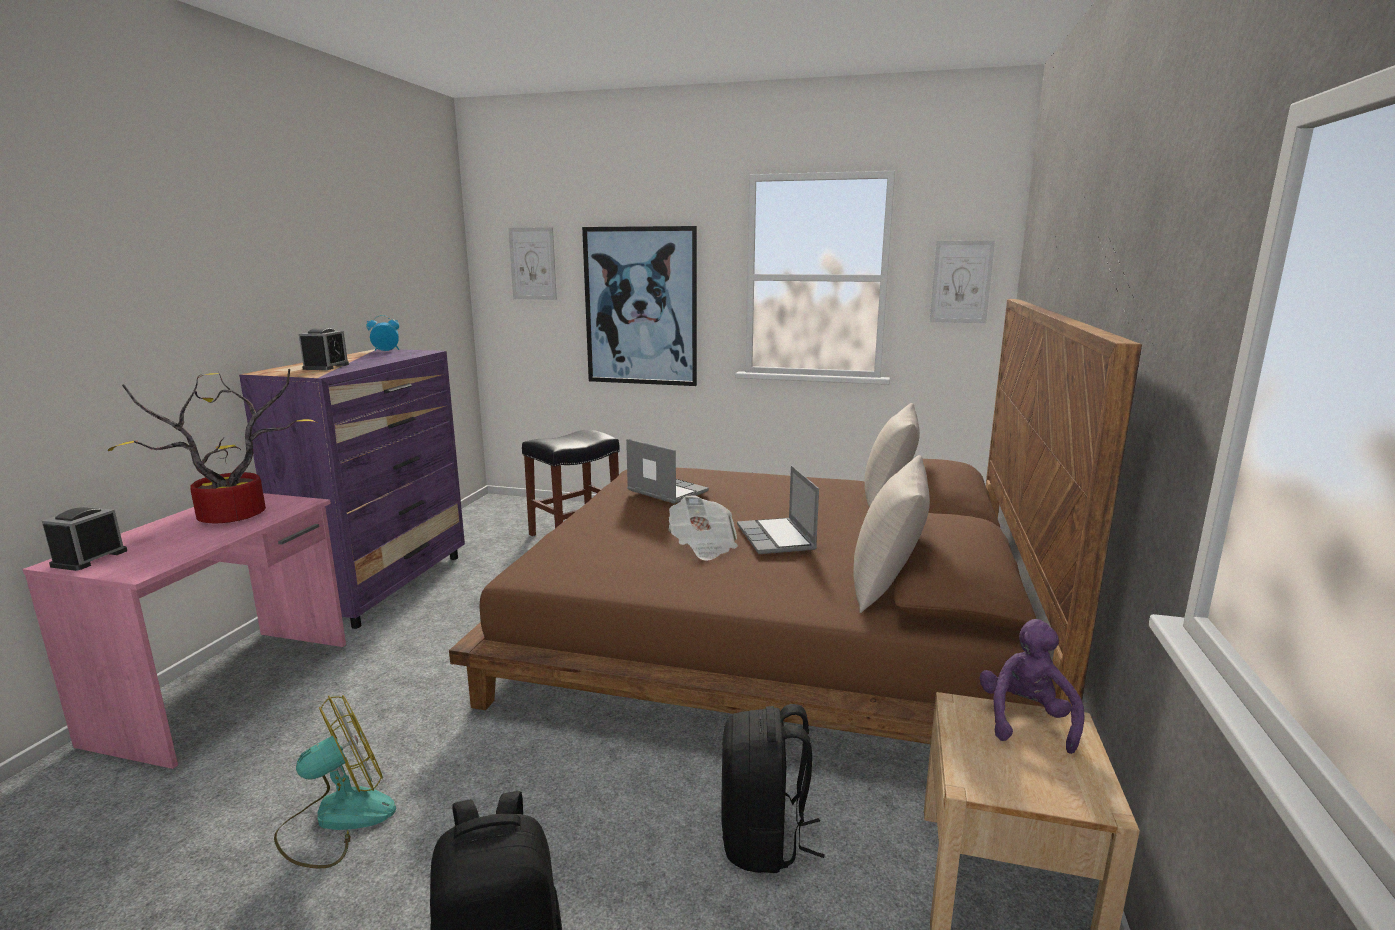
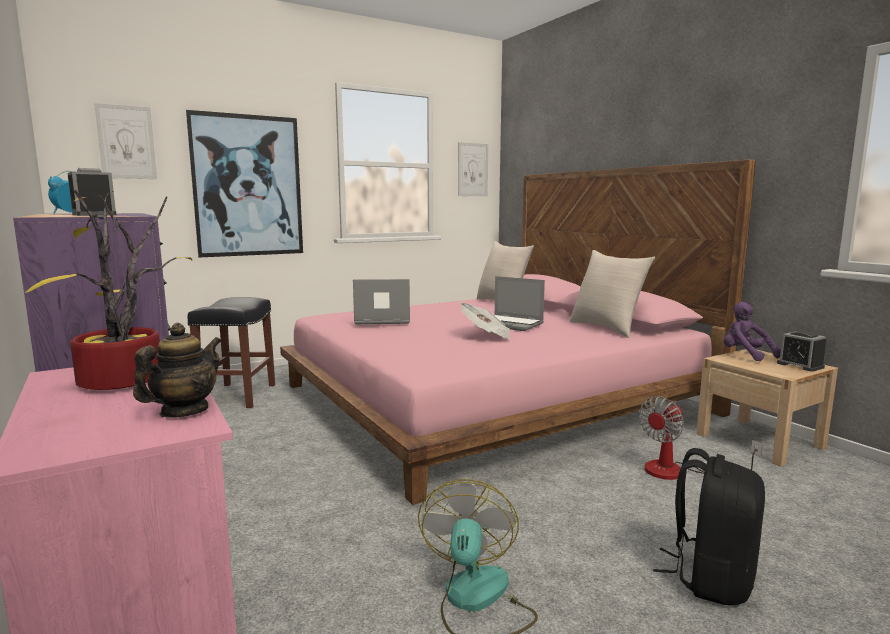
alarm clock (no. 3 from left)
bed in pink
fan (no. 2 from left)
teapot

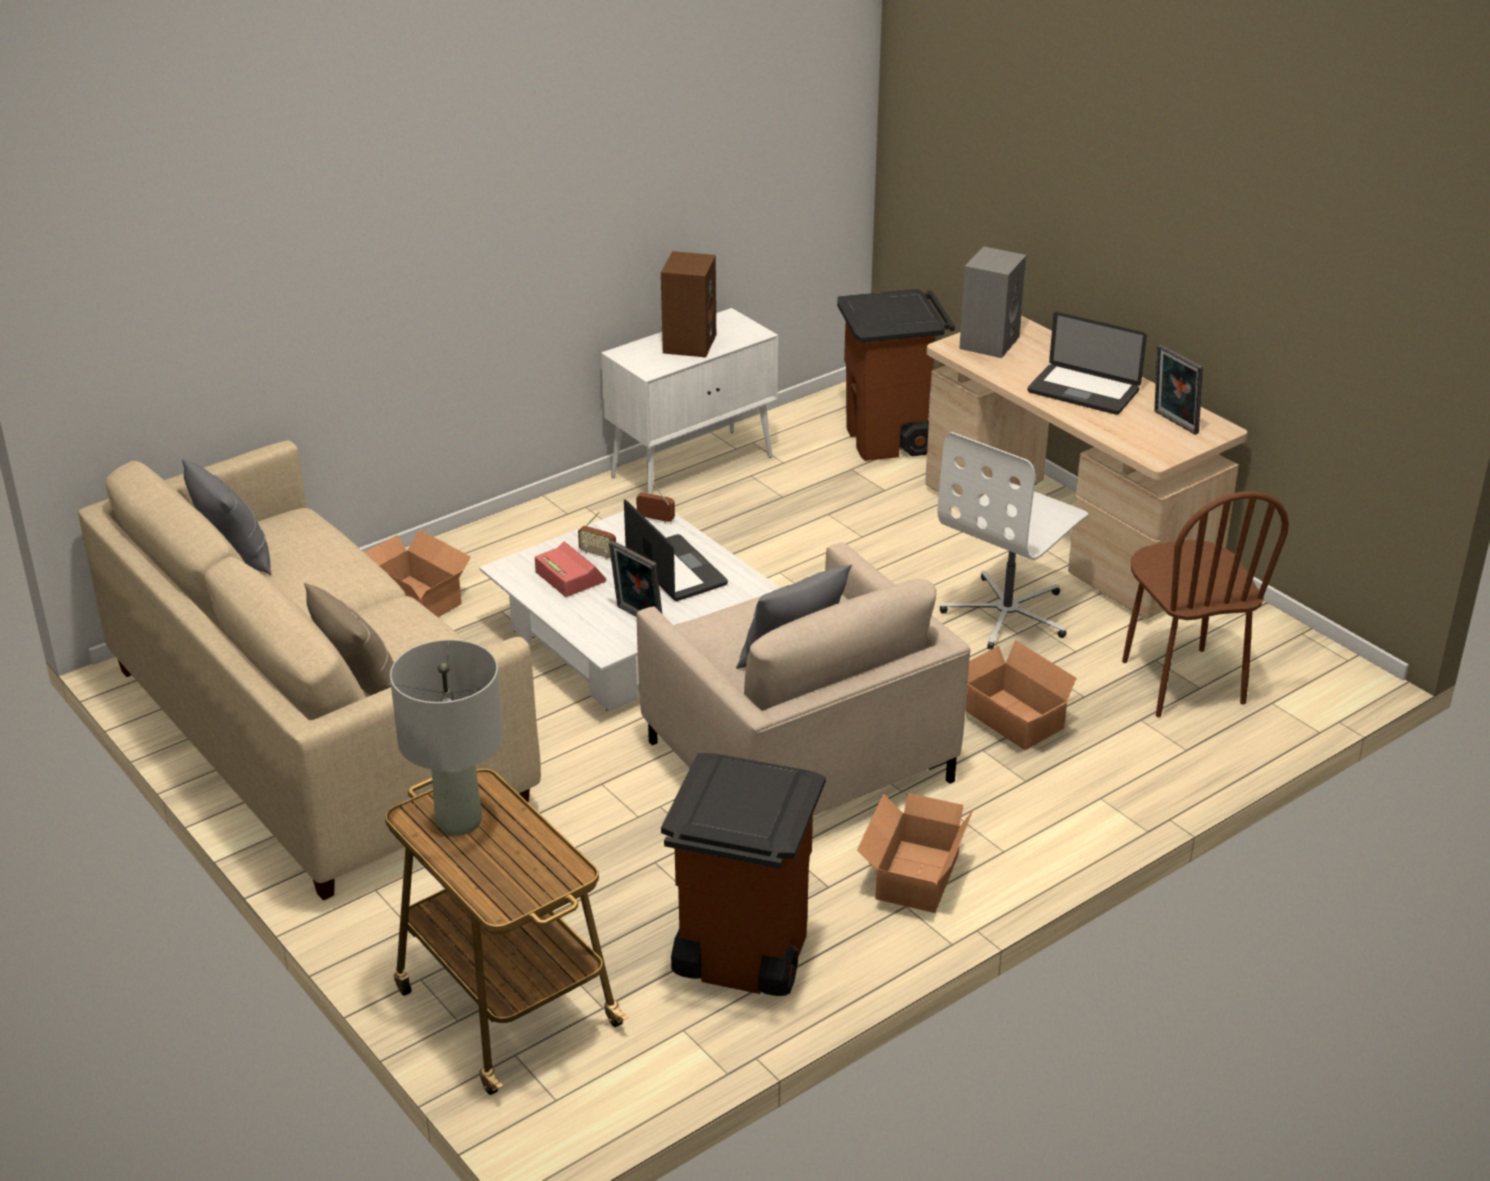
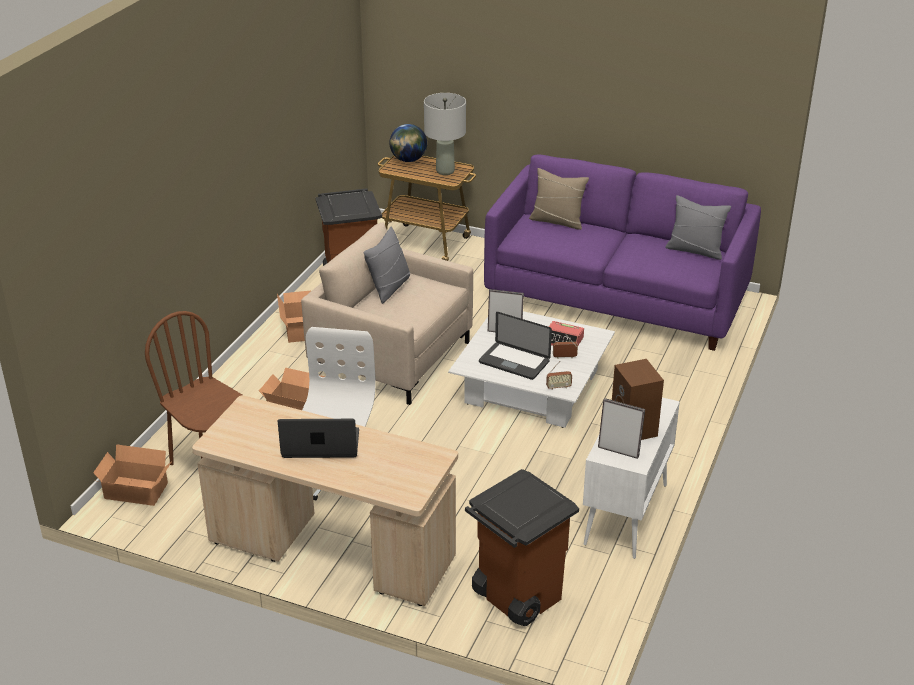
sofa in purple
cardboard box (no. 1 from left)
speaker in grey
picture frame (no. 2 from left)
globe

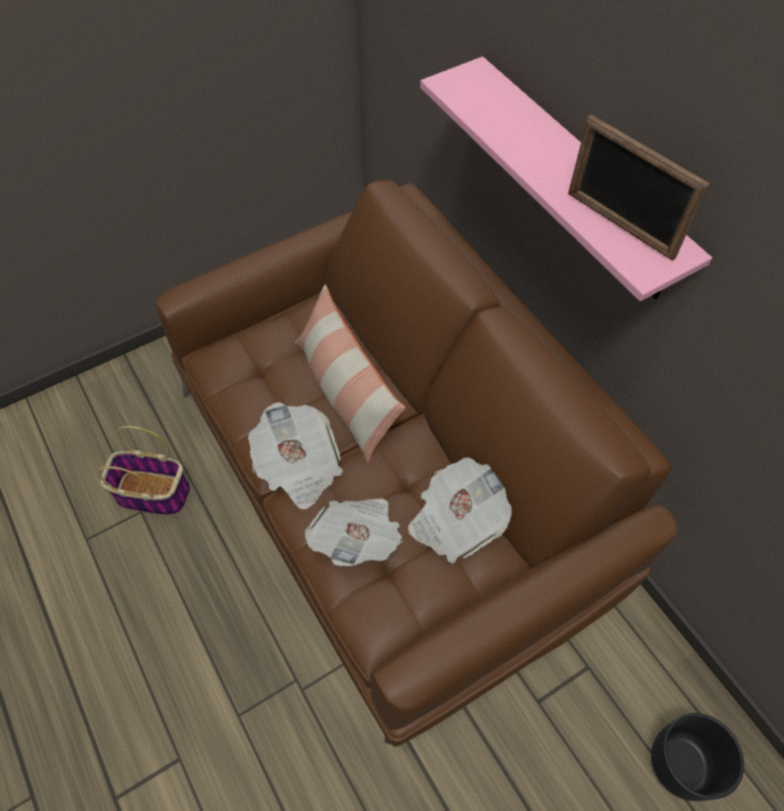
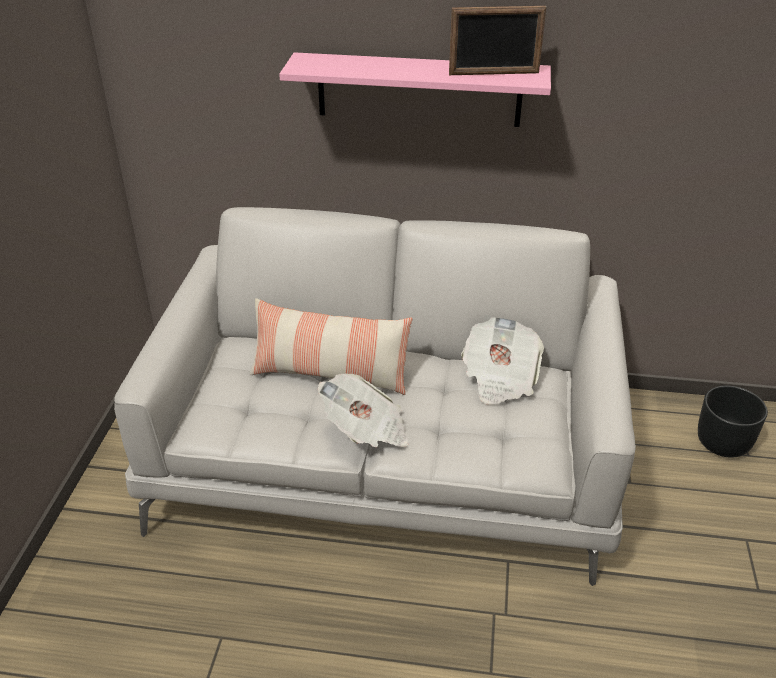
basket
sofa in grey
newspaper (no. 2 from left in the first image)

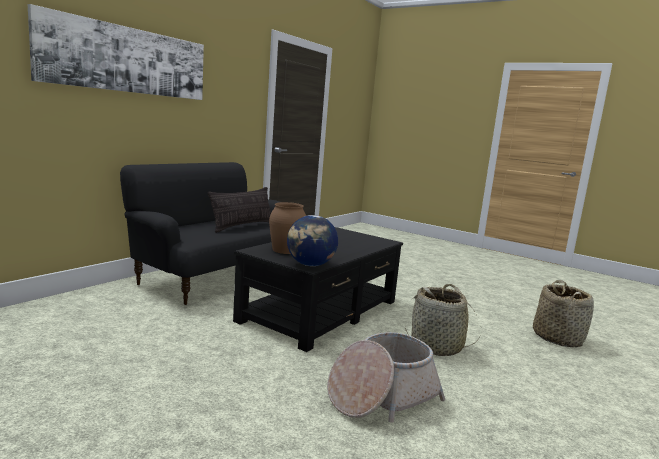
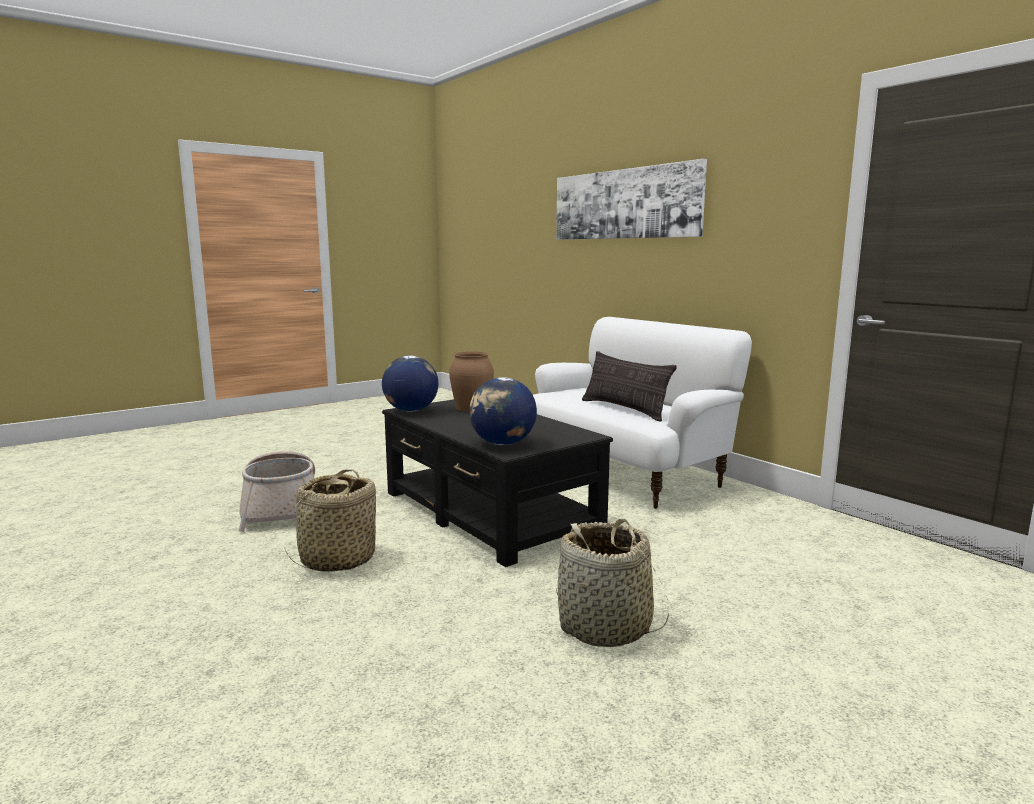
sofa in white
basket (no. 3 from left)
globe (no. 2 from left)

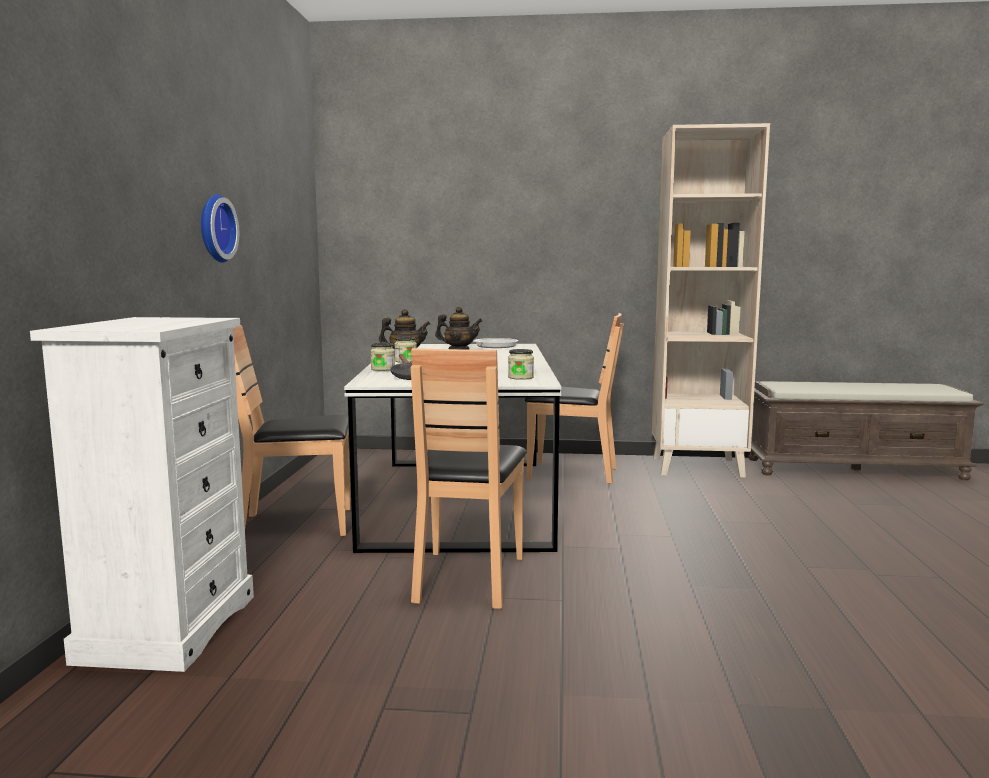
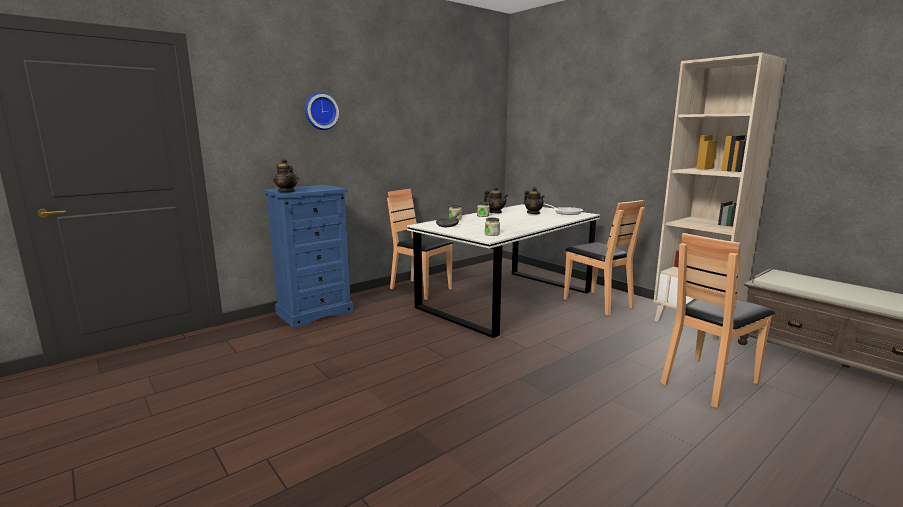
dresser in blue
wall clock
chair in brown (no. 3 from left)
teapot (no. 1 from left)

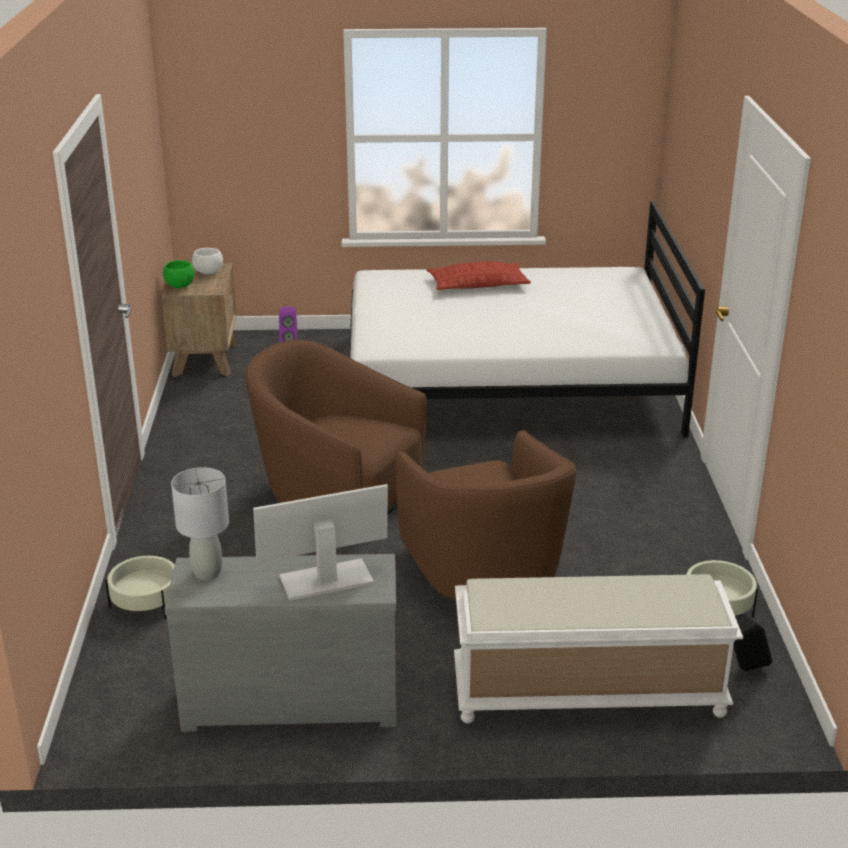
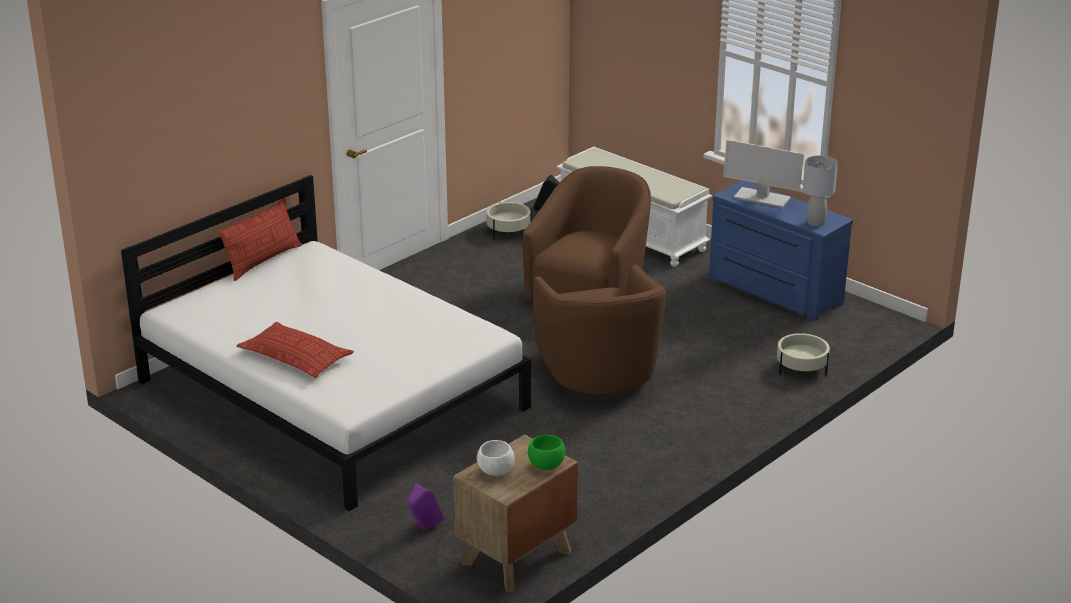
dresser in blue
pillow (no. 1 from left)

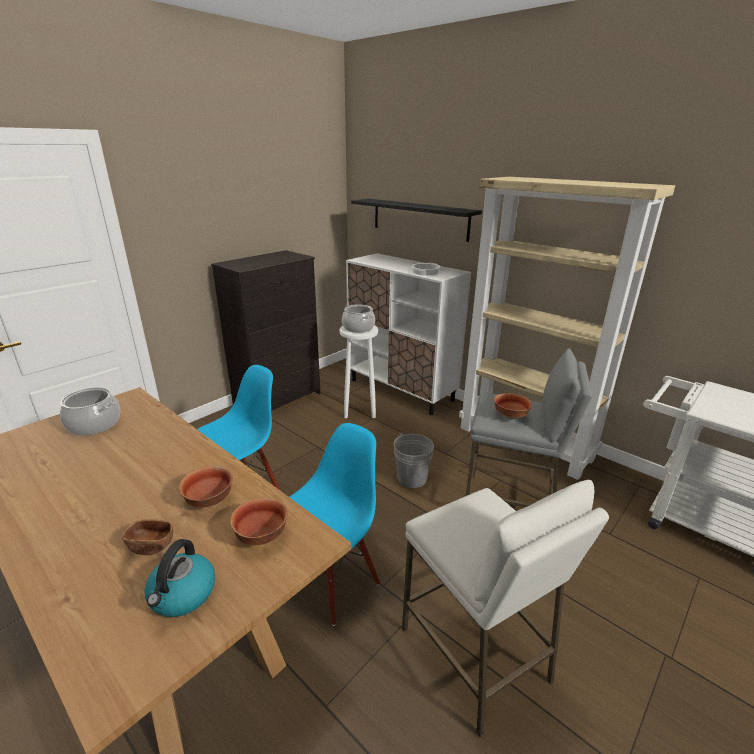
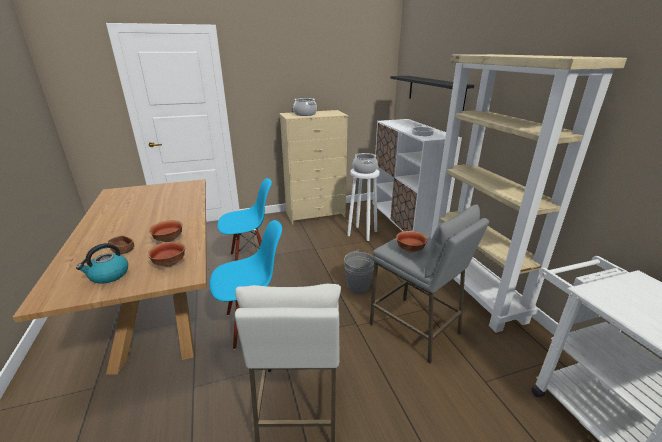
cooking pot (no. 1 from left)
dresser in beige

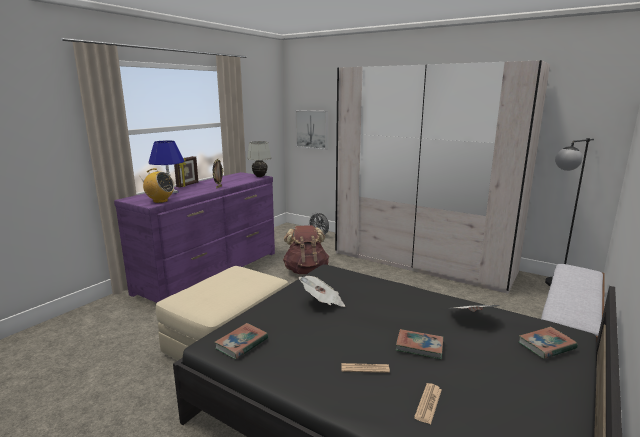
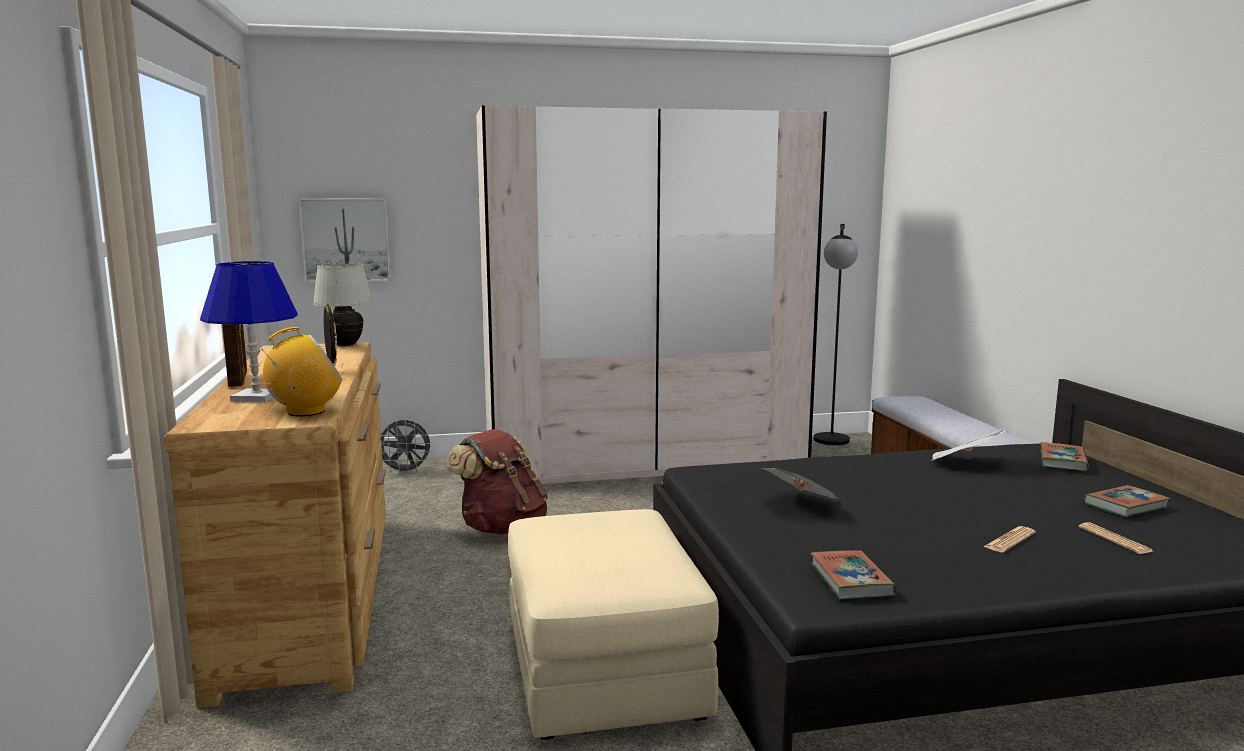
dresser in brown
book (no. 3 from left)

